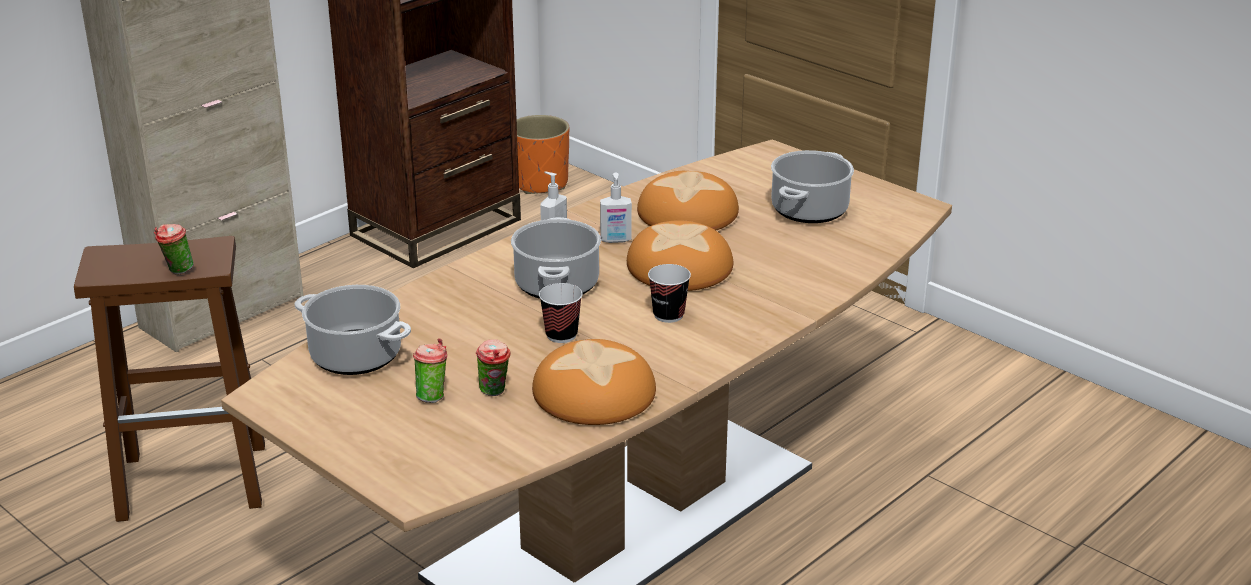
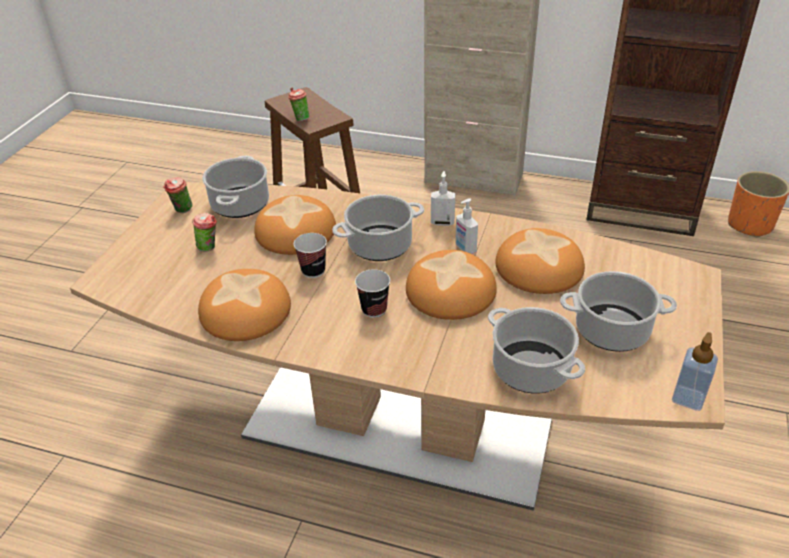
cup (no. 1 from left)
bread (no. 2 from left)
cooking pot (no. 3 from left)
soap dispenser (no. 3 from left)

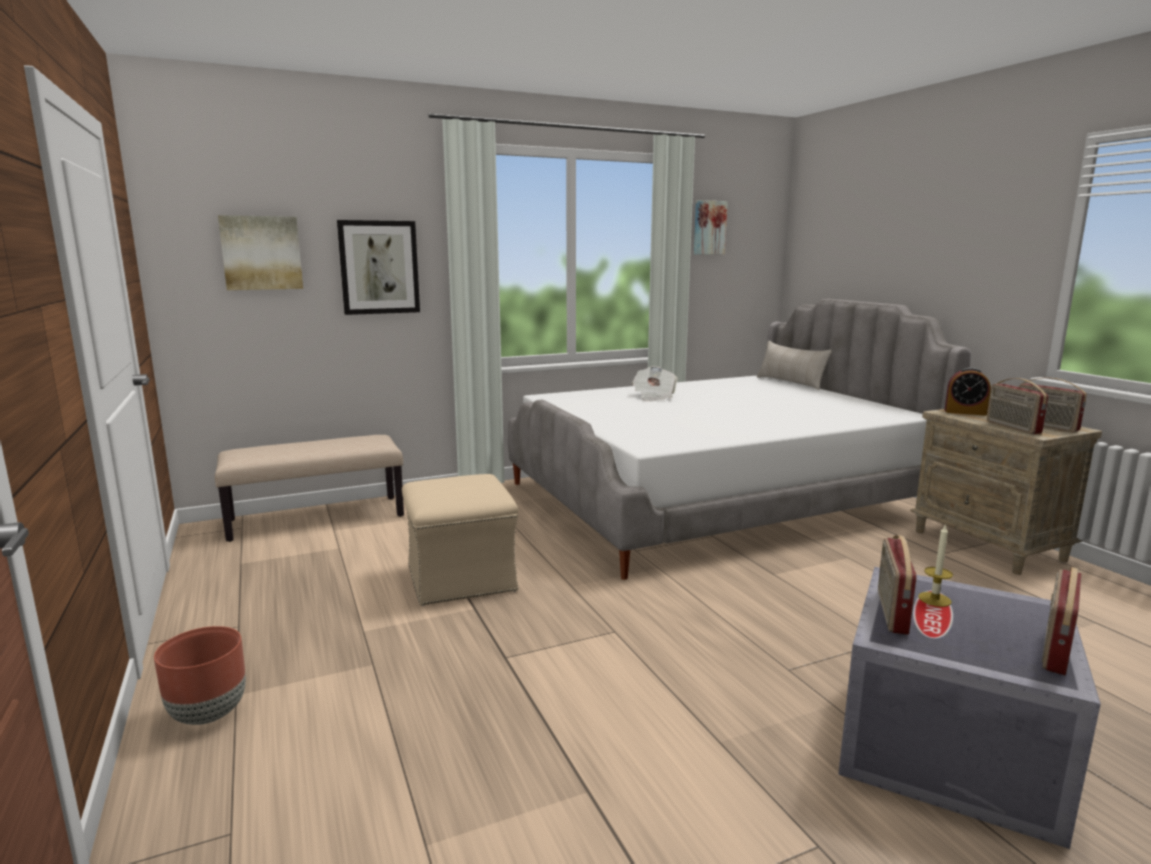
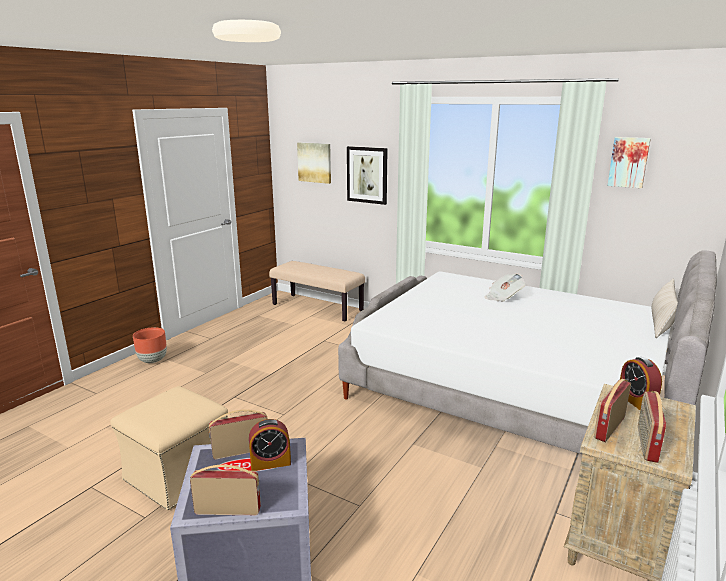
ottoman in beige
alarm clock (no. 1 from left)

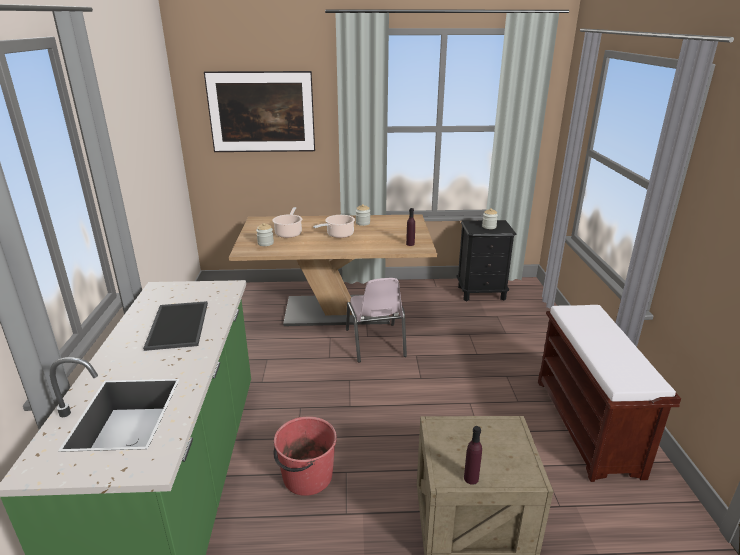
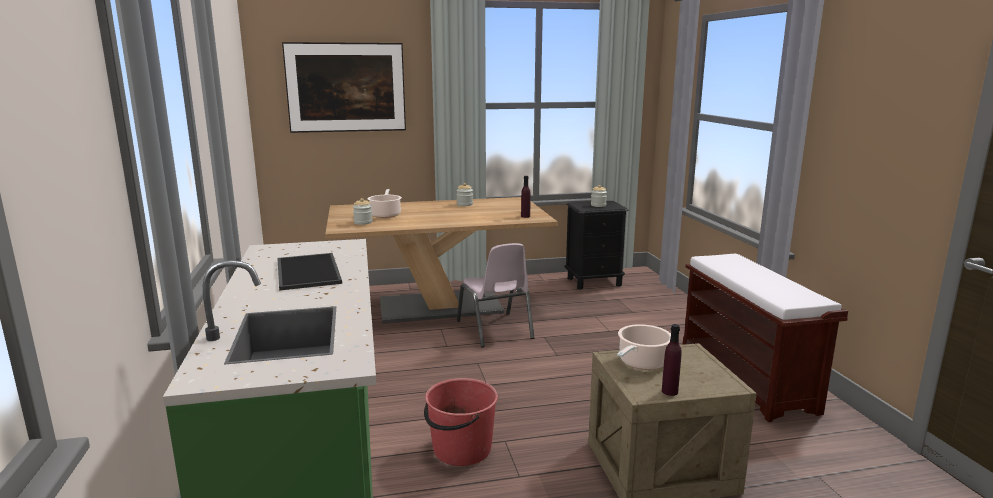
cooking pot (no. 2 from left)

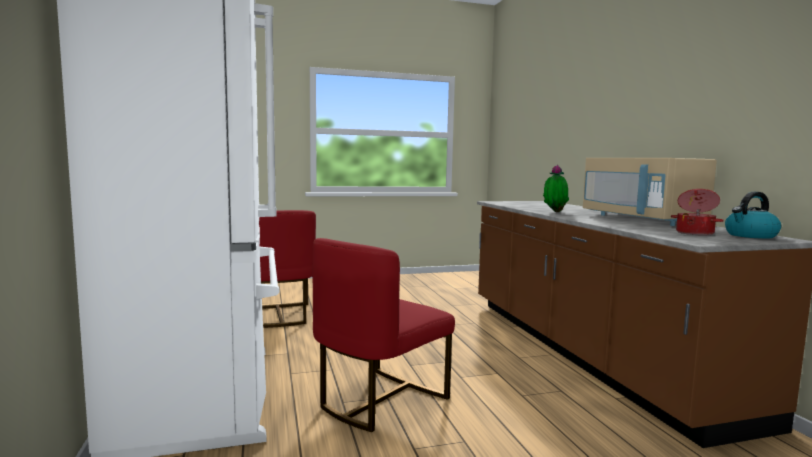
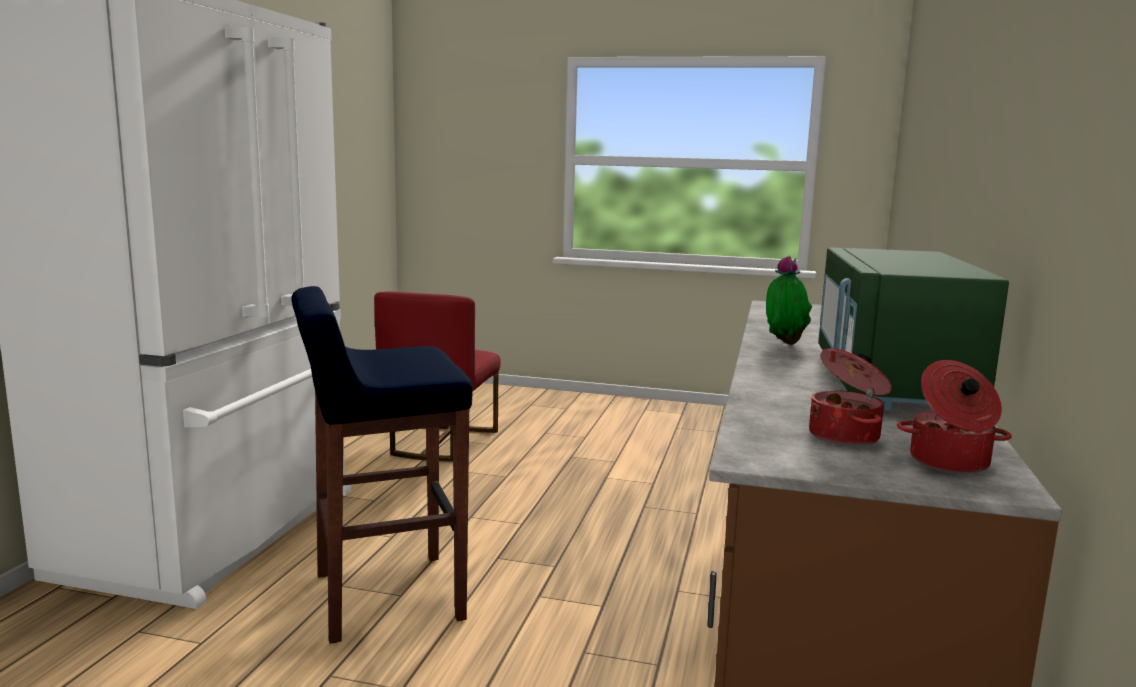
stool in blue
microwave in green
cooking pot (no. 2 from left)

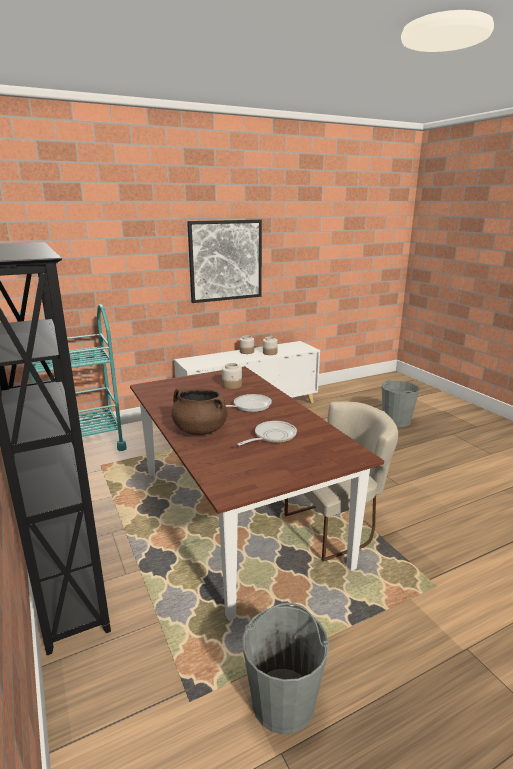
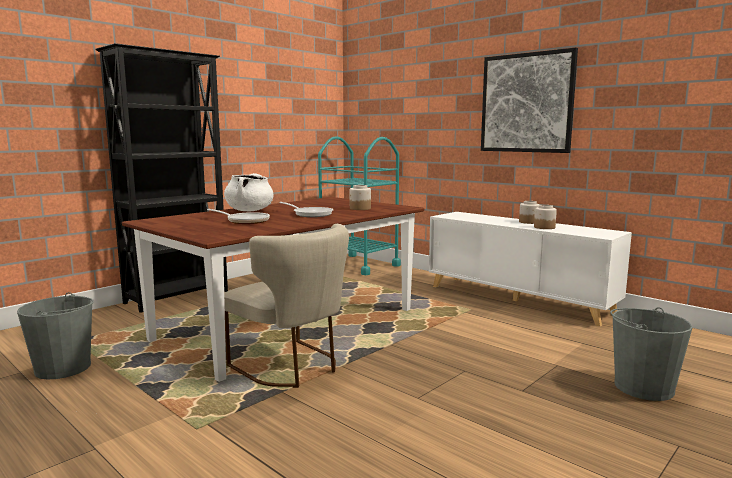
cooking pot in white

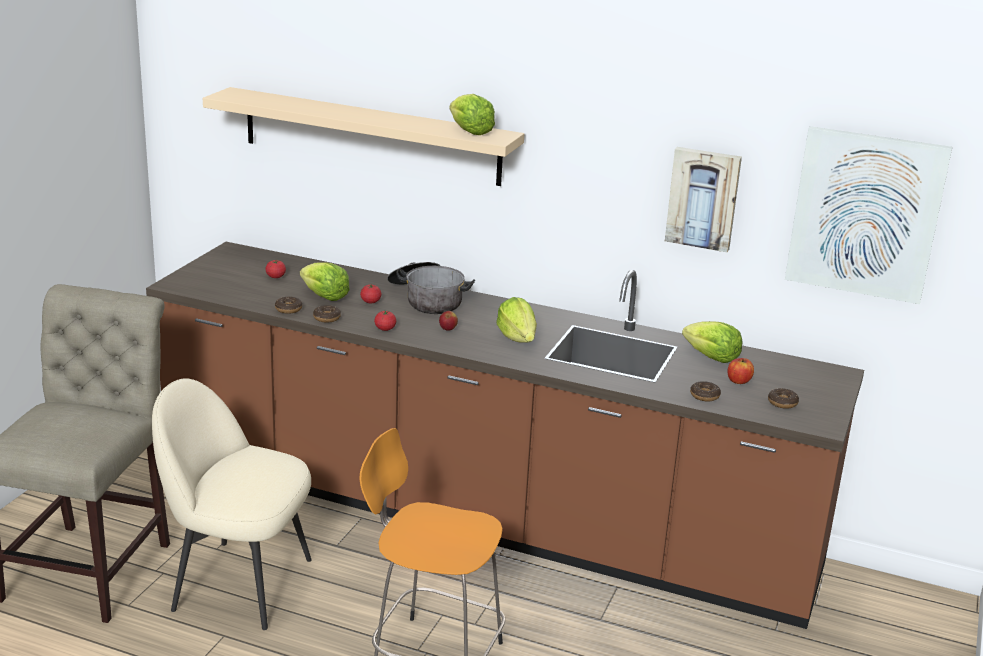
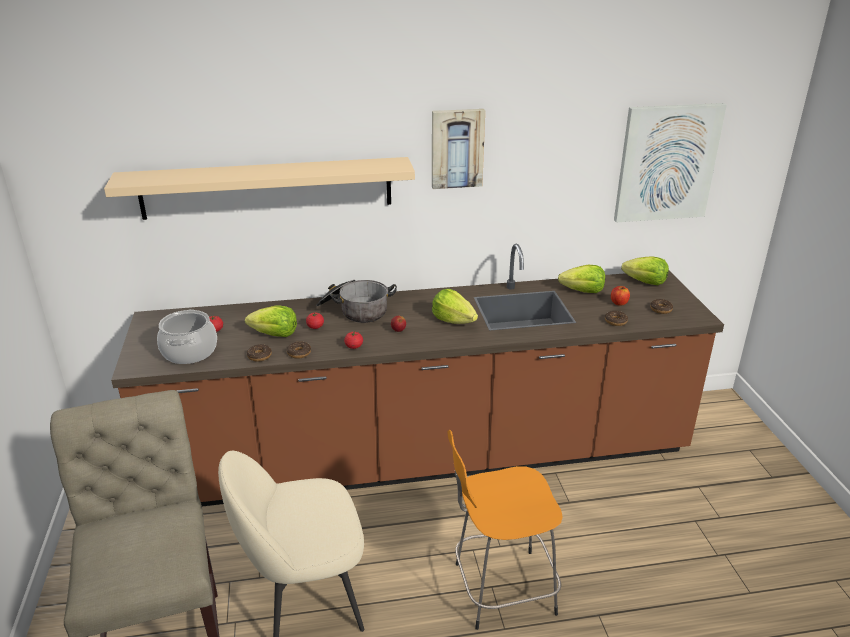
lettuce (no. 4 from left)
picture (no. 1 from left)
cooking pot (no. 1 from left)

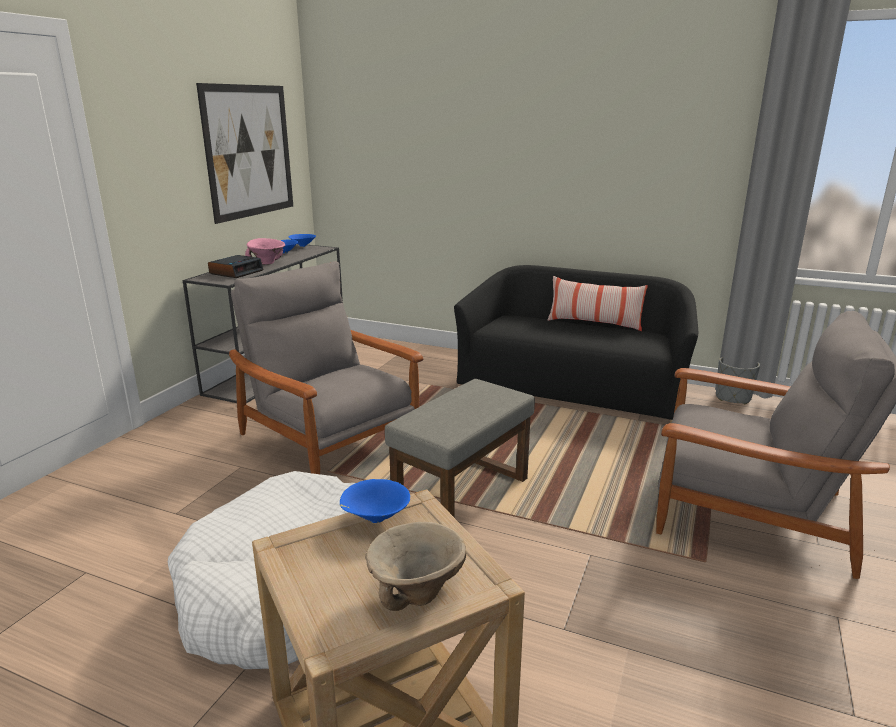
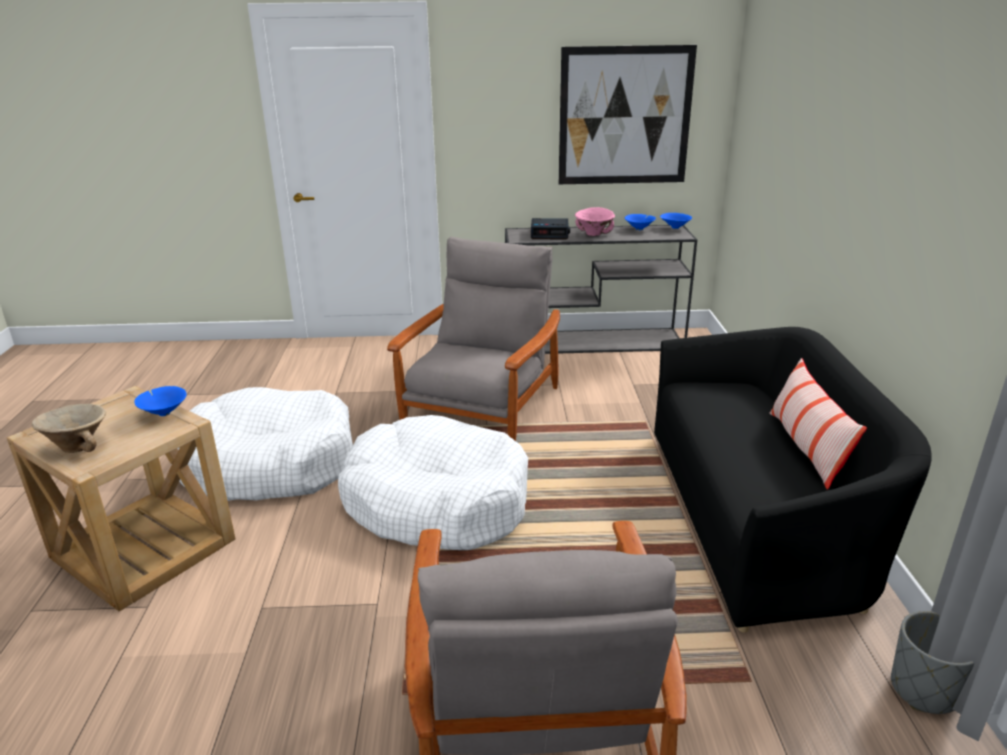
dog bed in white (no. 2 from left)

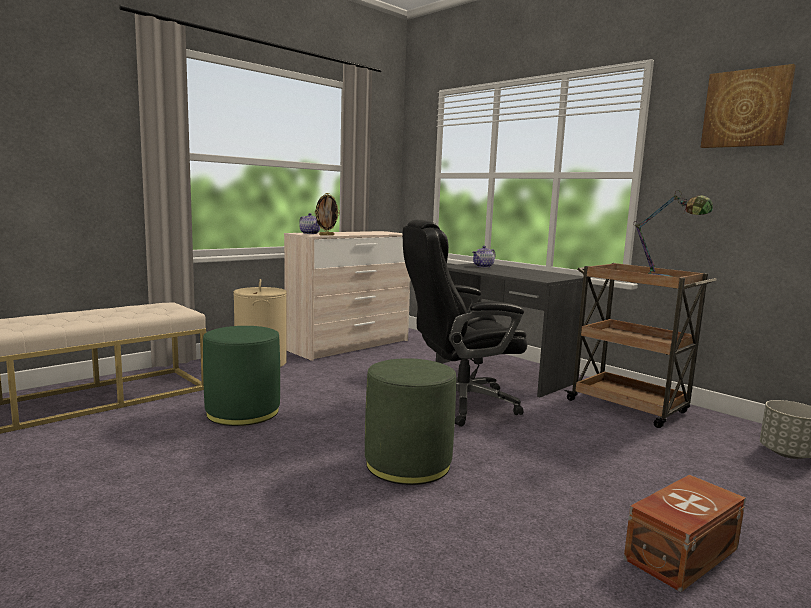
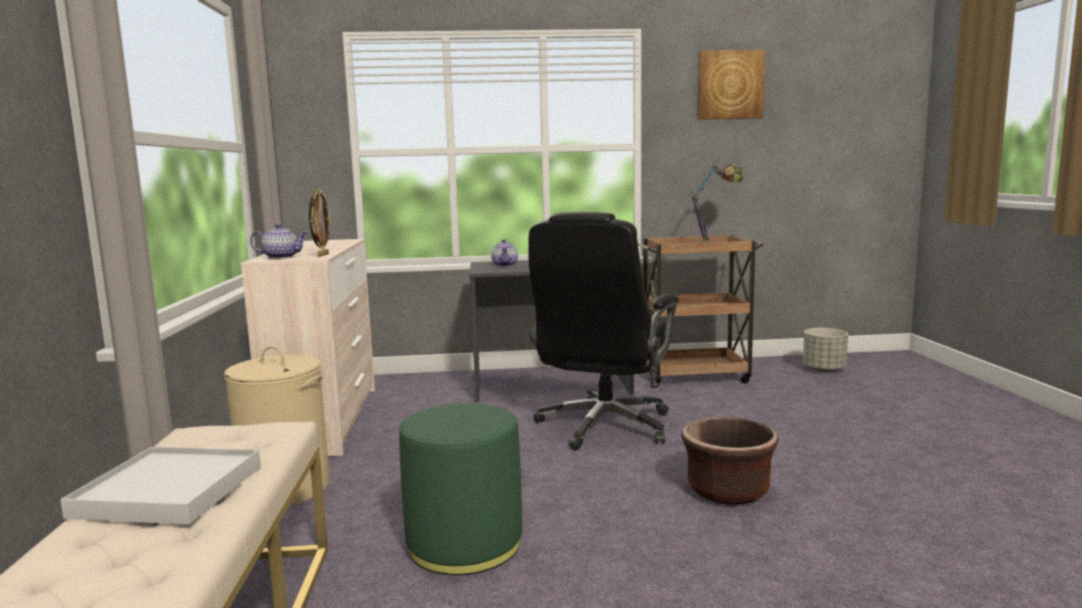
planter in brown
storage box in brown
tray in white

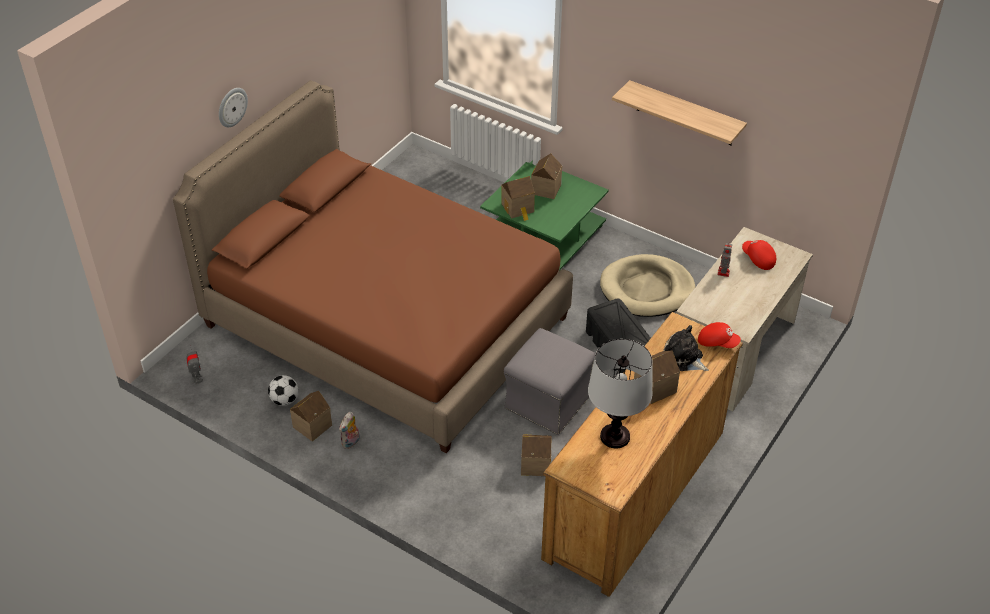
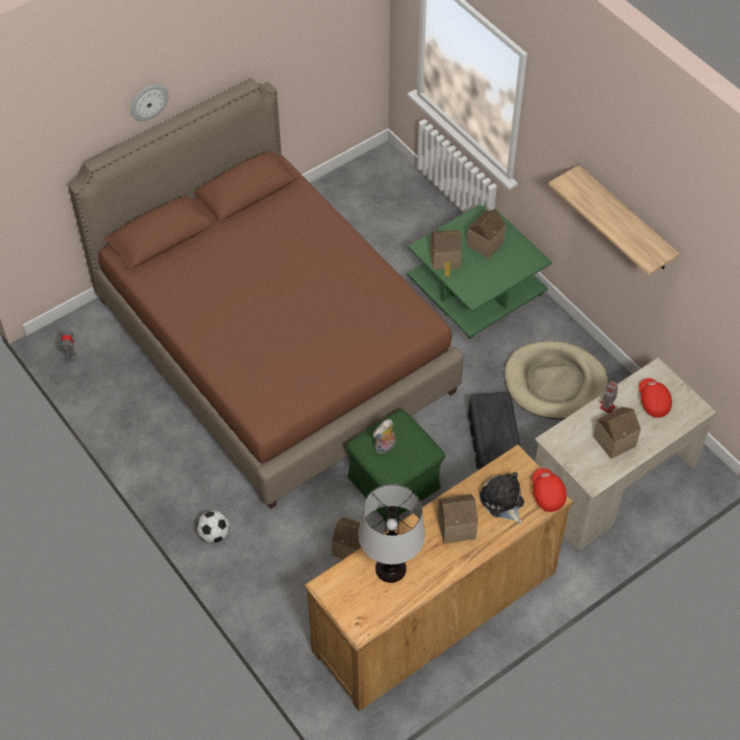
football
toy house (no. 5 from left)
plush toy (no. 1 from left)
ottoman in green
cap in red (no. 1 from left)

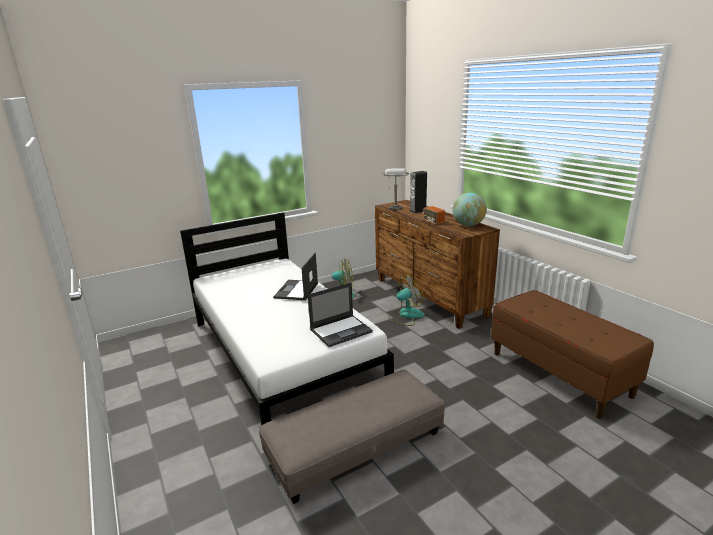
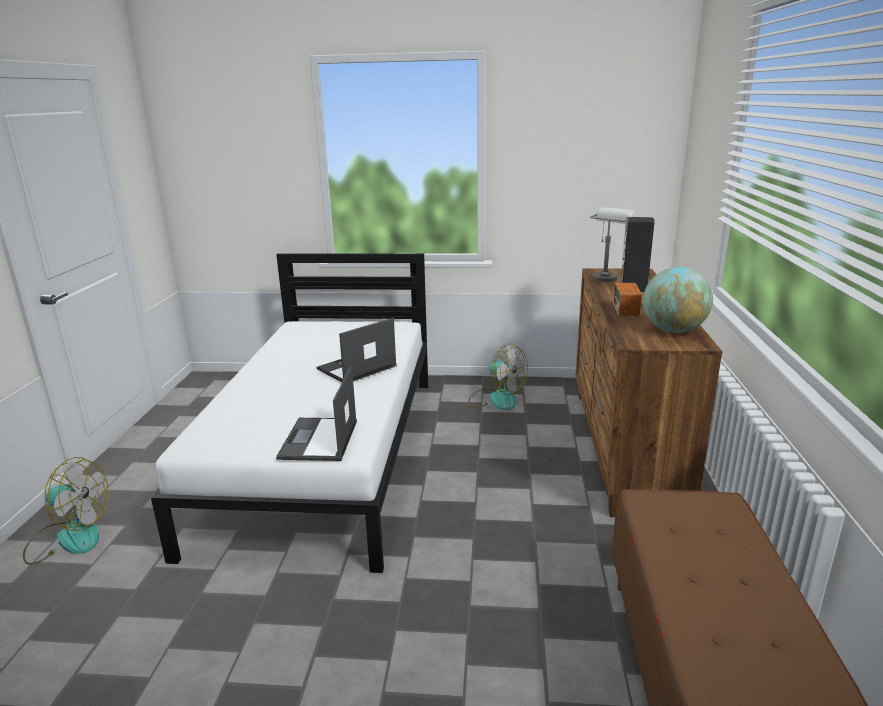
ottoman in grey
laptop (no. 1 from left)
fan (no. 1 from left)

